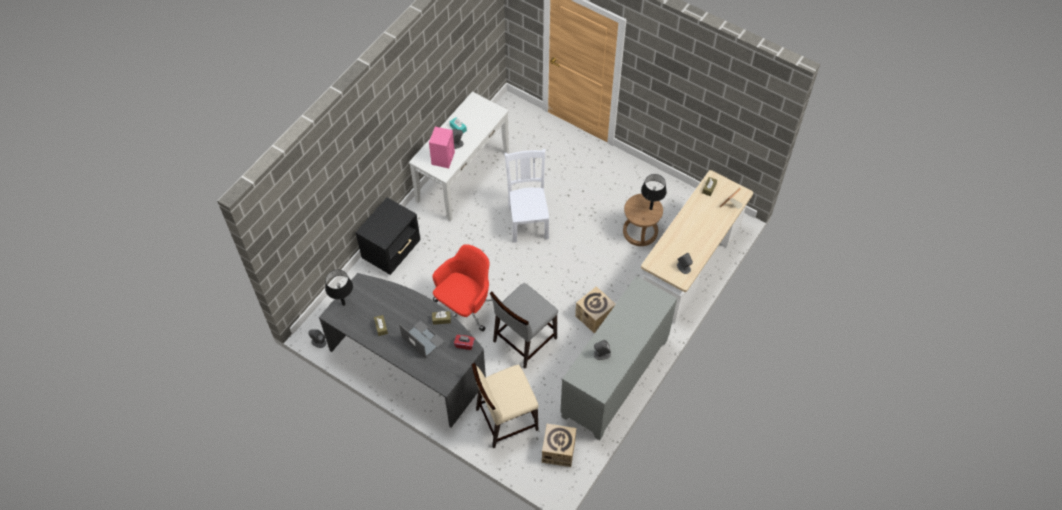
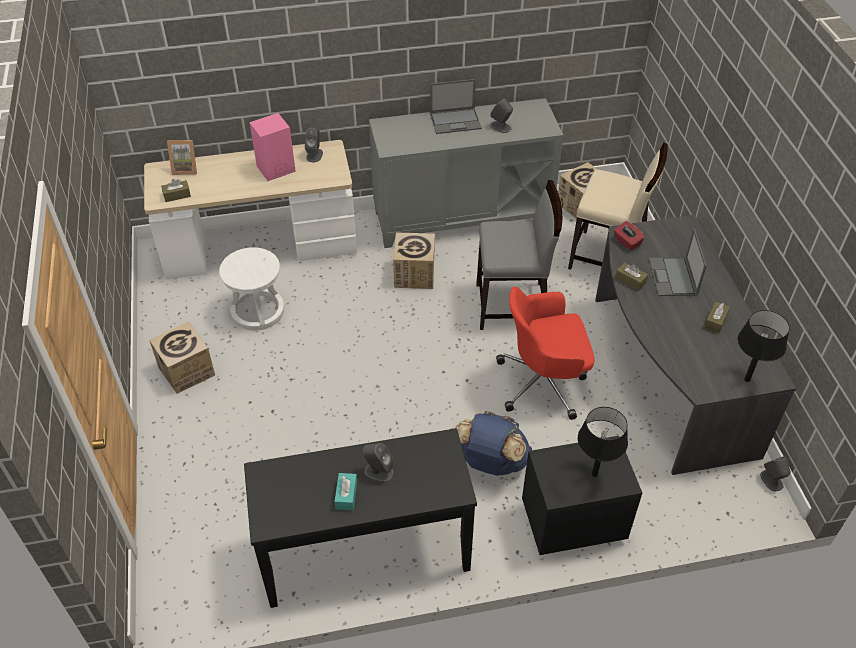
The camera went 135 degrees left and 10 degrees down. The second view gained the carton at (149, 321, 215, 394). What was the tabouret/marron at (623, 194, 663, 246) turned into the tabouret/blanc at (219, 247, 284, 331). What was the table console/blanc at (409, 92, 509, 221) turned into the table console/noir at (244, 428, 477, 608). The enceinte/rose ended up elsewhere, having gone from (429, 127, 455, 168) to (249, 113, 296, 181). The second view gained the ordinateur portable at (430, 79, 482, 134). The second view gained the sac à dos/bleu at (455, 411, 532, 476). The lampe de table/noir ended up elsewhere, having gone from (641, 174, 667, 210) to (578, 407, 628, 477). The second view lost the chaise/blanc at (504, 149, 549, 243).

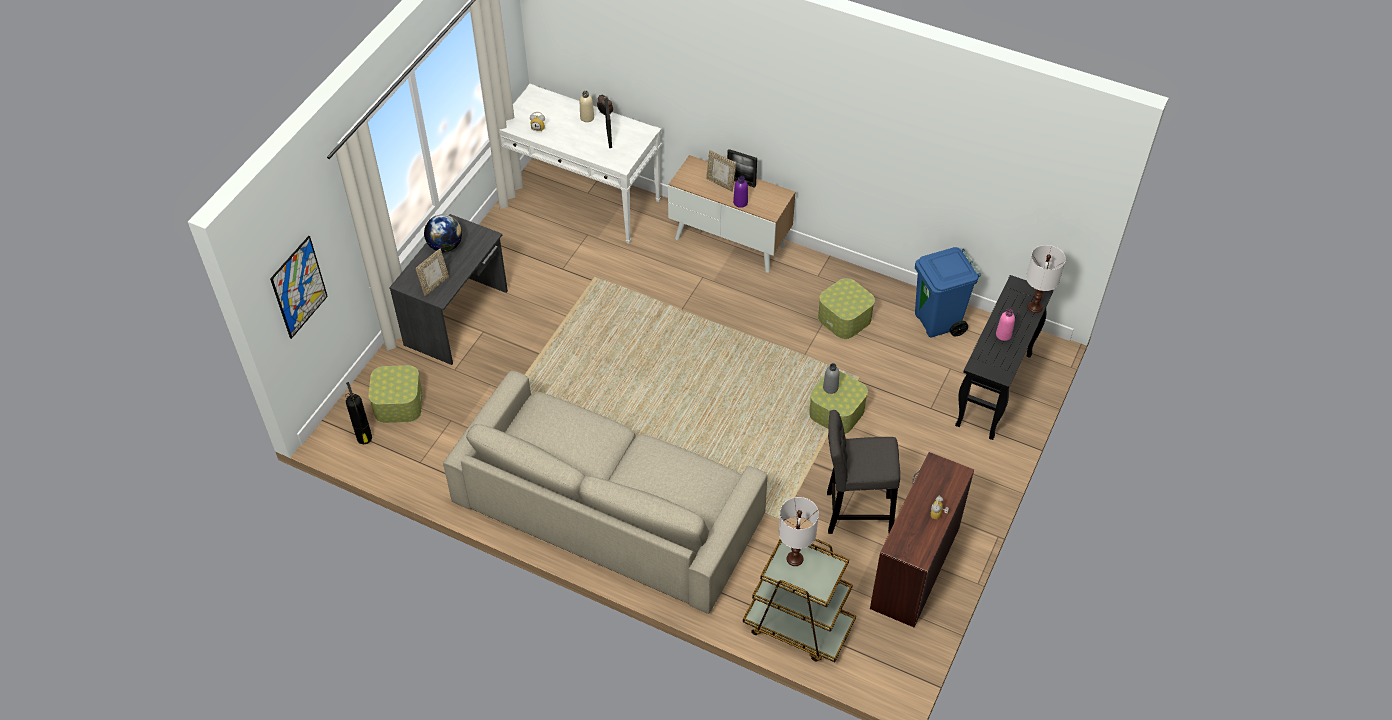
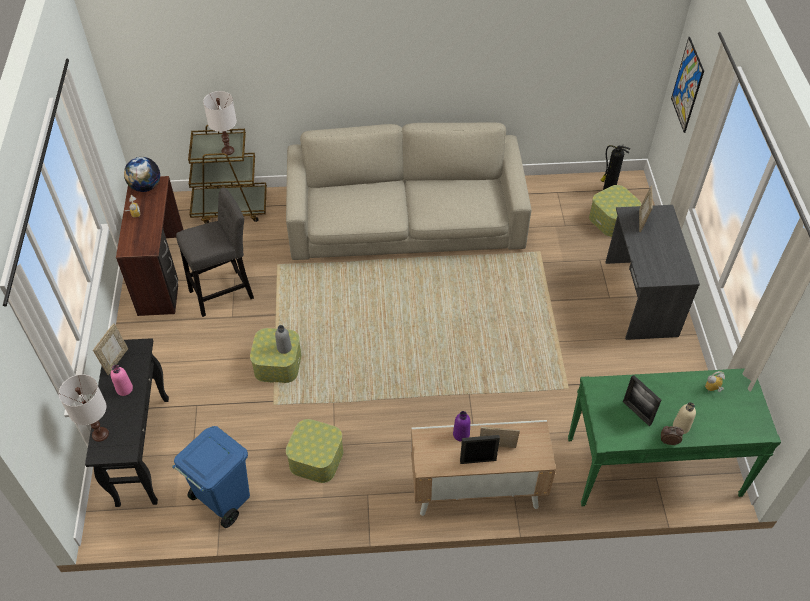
The camera went 150 degrees right and 0 degrees up. The second view gained the cadre photo at (93, 323, 128, 375). The globe ended up elsewhere, having gone from (424, 214, 462, 252) to (124, 157, 160, 192). What was the table console/blanc at (499, 84, 662, 244) turned into the table console/vert at (568, 368, 781, 506).

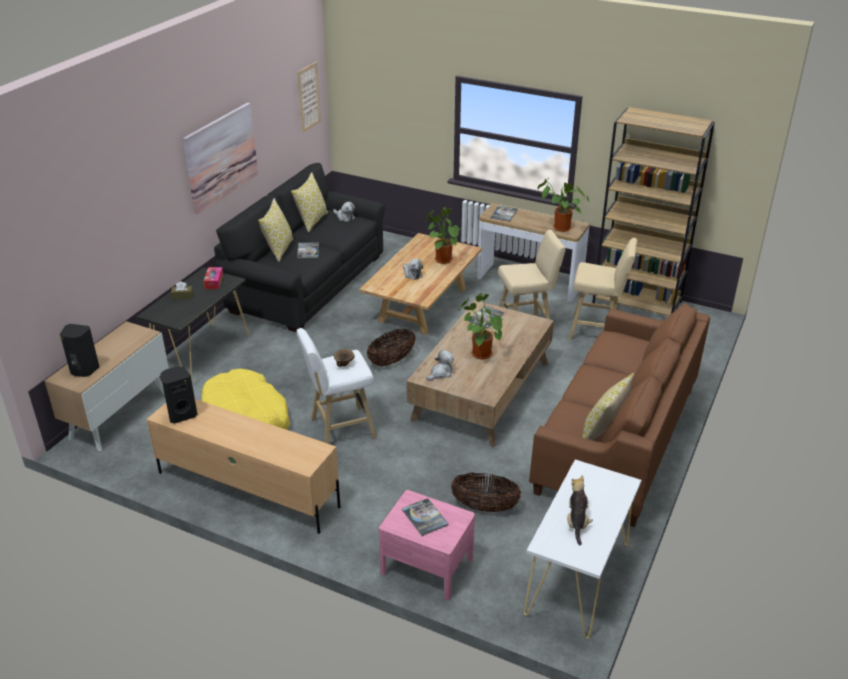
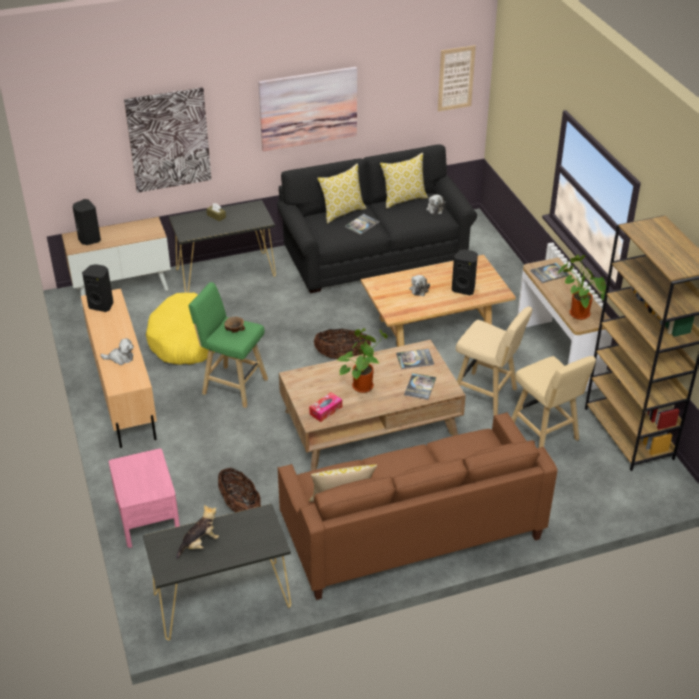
The camera went 45 degrees right and 5 degrees up. The peluche ended up elsewhere, having gone from (426, 350, 454, 381) to (100, 338, 134, 365). The second view gained the tableau at (124, 87, 212, 193). What was the table console/blanc at (524, 459, 641, 639) turned into the table console/noir at (143, 504, 291, 641). What was the tabouret/blanc at (297, 328, 376, 444) turned into the tabouret/vert at (189, 282, 268, 408). The boîte à mouchoirs ended up elsewhere, having gone from (203, 267, 223, 289) to (309, 392, 342, 422). The livre ended up elsewhere, having gone from (402, 498, 449, 536) to (404, 373, 436, 400). Where the plante en pot stood at (424, 207, 460, 264), the enceinte/noir came to stand at (452, 249, 478, 295).

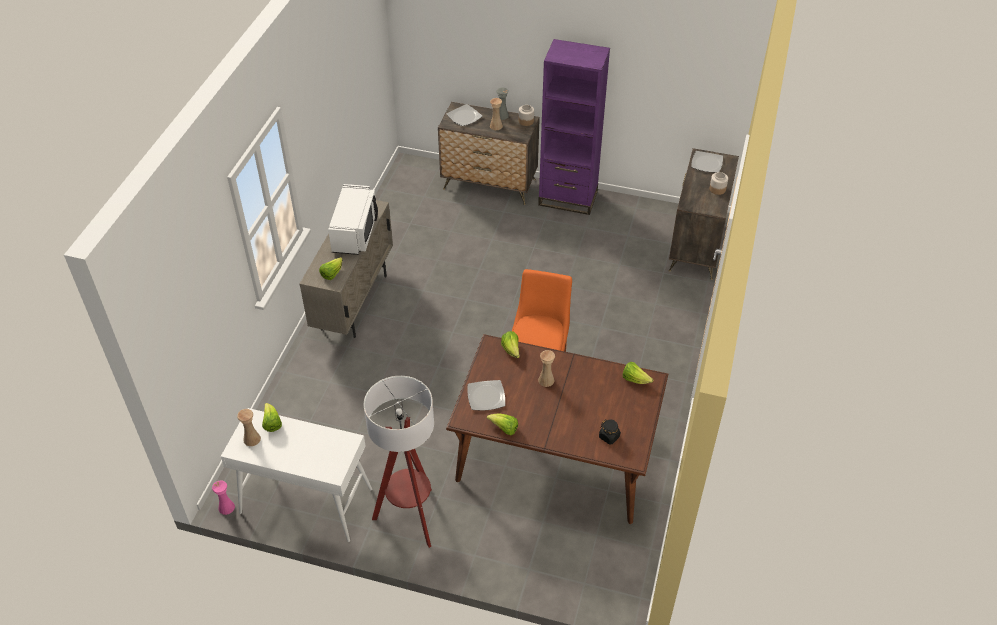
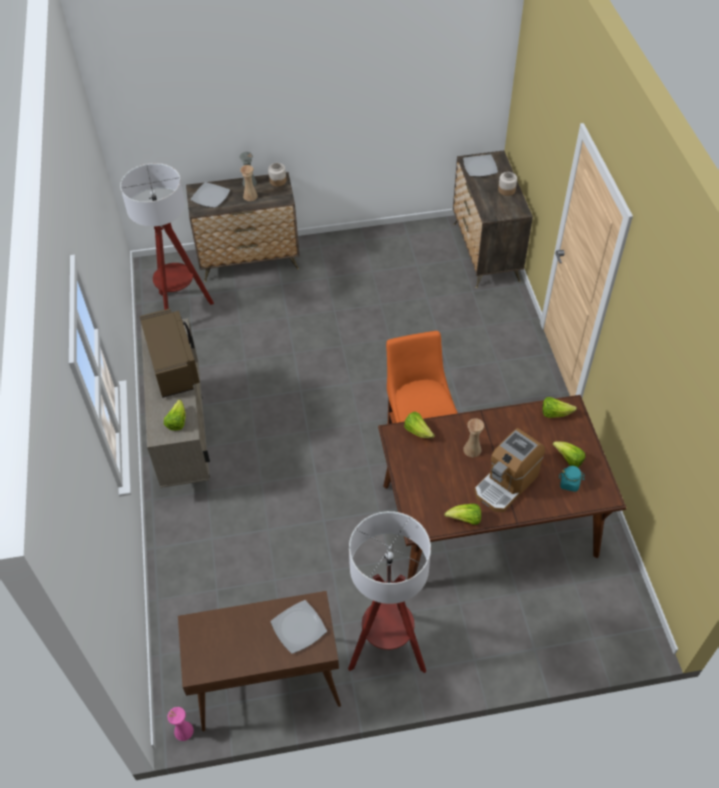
The camera went 25 degrees left and 5 degrees up. The second view gained the lampadaire at (120, 163, 214, 310). What was the micro-ondes/blanc at (328, 184, 378, 255) turned into the micro-ondes/marron at (140, 309, 200, 398). What was the table console/blanc at (221, 408, 372, 542) turned into the table console/marron at (178, 591, 341, 731). The assiette ended up elsewhere, having gone from (468, 380, 505, 411) to (271, 600, 327, 654). The second view gained the machine à café at (475, 428, 545, 512). The laitue ended up elsewhere, having gone from (262, 403, 282, 432) to (552, 441, 585, 467). What was the bocal/noir at (599, 419, 621, 444) turned into the bocal/turquoise at (559, 466, 585, 492). The second view lost the vase/beige at (237, 409, 261, 446). The second view lost the bibliothèque/violet at (538, 39, 610, 215).

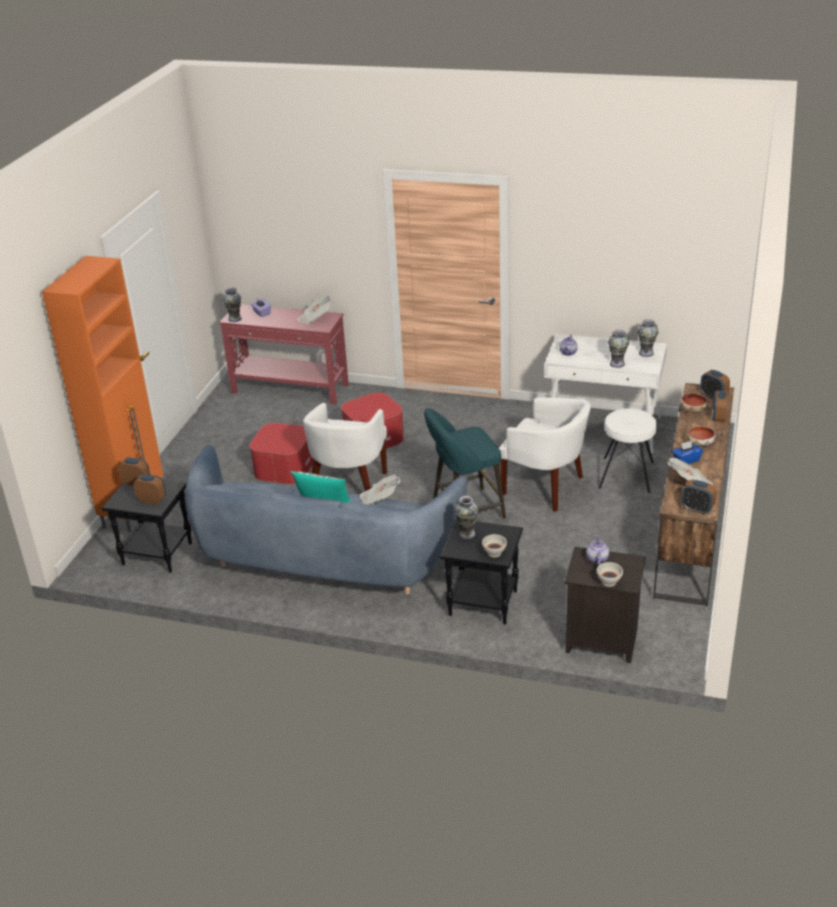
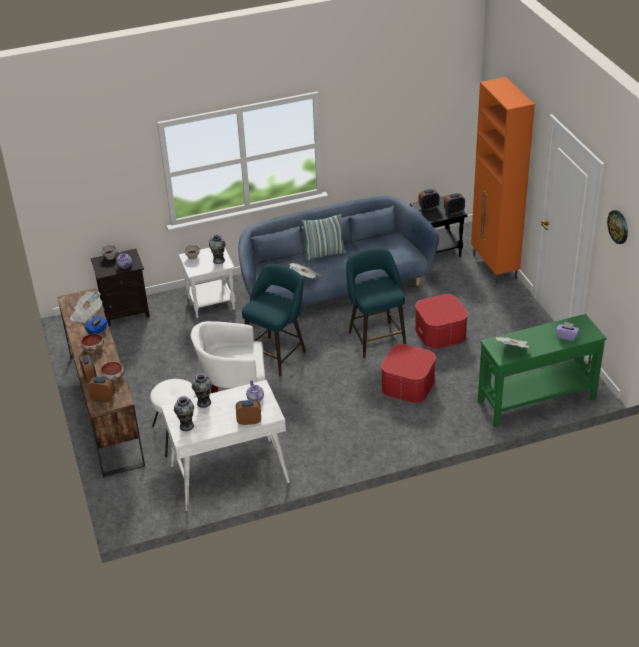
The camera went 145 degrees right and 5 degrees up. What was the table d'appoint/noir at (440, 519, 523, 625) turned into the table d'appoint/blanc at (178, 248, 235, 318). The réveil ended up elsewhere, having gone from (682, 480, 716, 515) to (236, 400, 261, 425). Where the fauteuil/blanc stood at (303, 403, 387, 491), the tabouret/turquoise came to stand at (346, 248, 406, 359). What was the table console/rouge at (219, 304, 349, 405) turned into the table console/vert at (478, 314, 607, 427). The second view gained the horloge murale at (607, 210, 628, 244). The second view lost the vase at (223, 287, 242, 322).

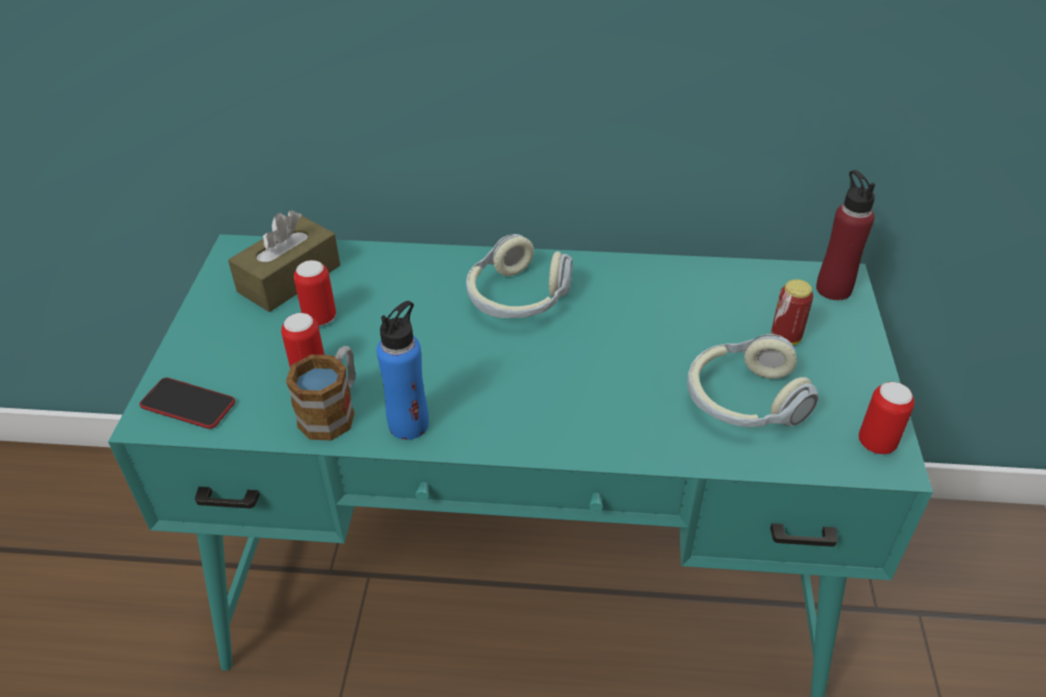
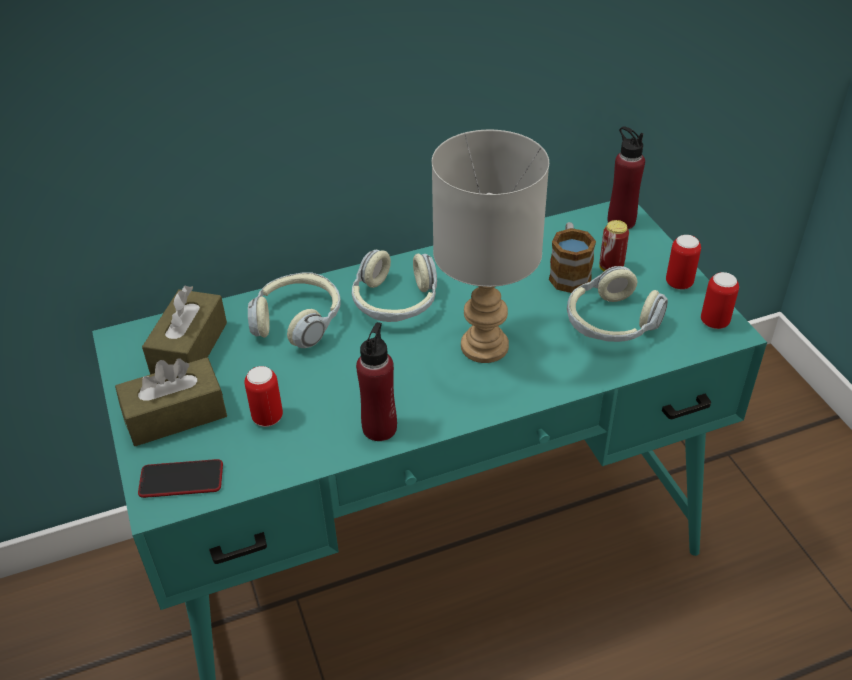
The camera went 25 degrees left and 0 degrees up. The second view gained the boîte à mouchoirs/marron at (115, 358, 227, 446). The second view gained the casque audio at (248, 272, 340, 348). What was the bouteille/bleu at (377, 301, 429, 440) turned into the bouteille/rouge at (356, 322, 397, 441). The second view gained the lampe de table/gris at (432, 130, 549, 363). The mug ended up elsewhere, having gone from (286, 346, 356, 441) to (549, 222, 596, 293). The boîte métallique ended up elsewhere, having gone from (294, 260, 336, 326) to (666, 235, 701, 290).

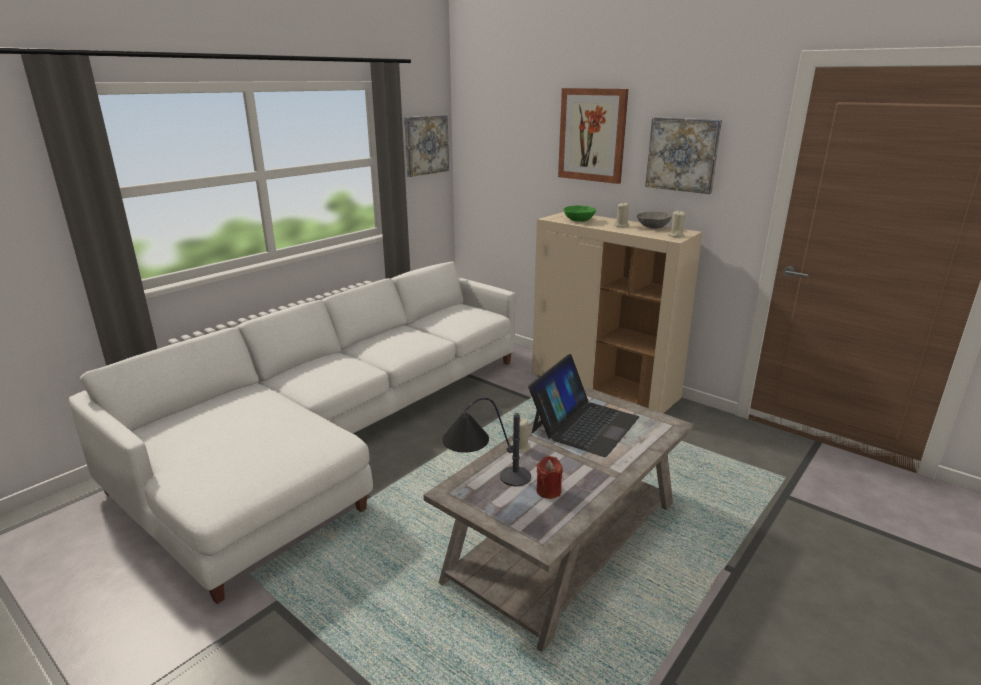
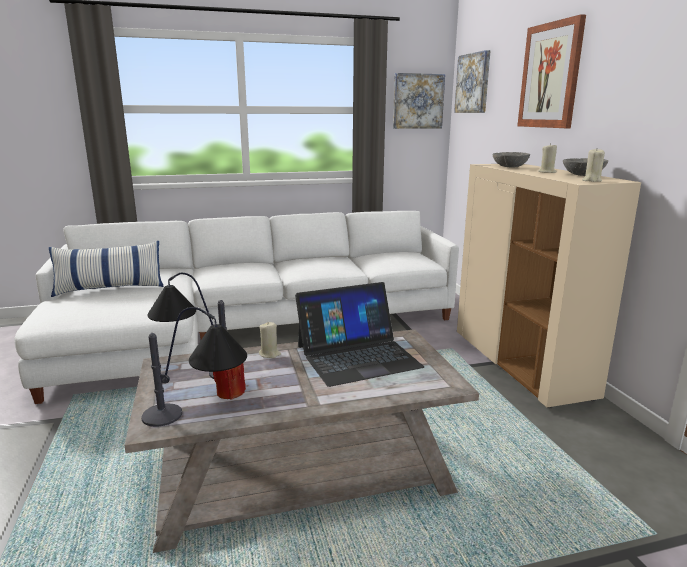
The camera went 35 degrees right and 5 degrees down. The second view gained the coussin at (49, 241, 164, 297). The second view gained the lampe de table at (142, 307, 247, 427). The tableau ended up elsewhere, having gone from (645, 117, 722, 194) to (454, 50, 491, 113). What was the bol/vert at (564, 205, 596, 222) turned into the bol/gris at (492, 152, 530, 168).

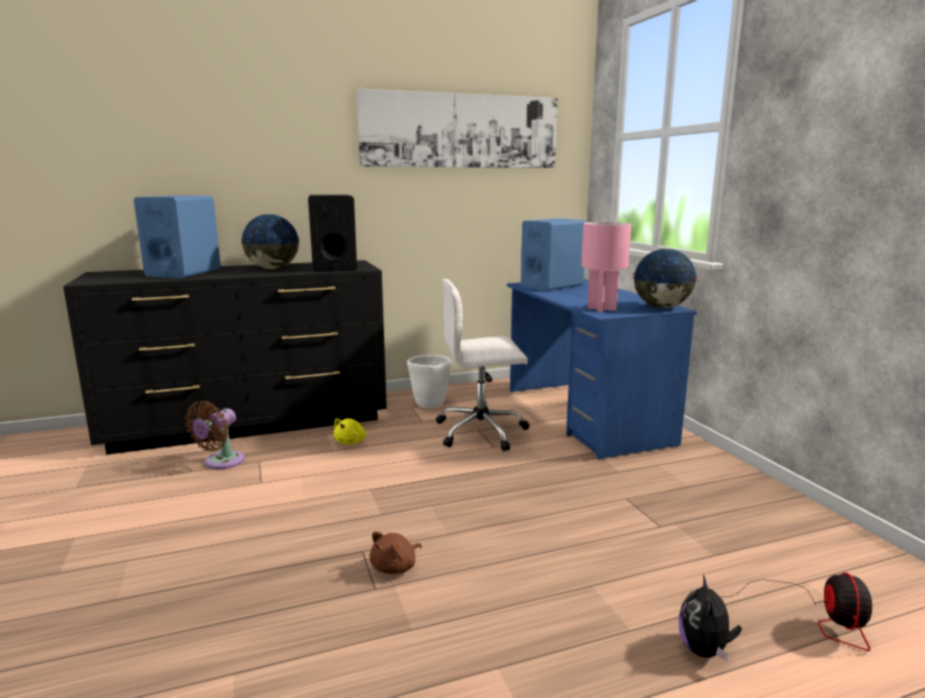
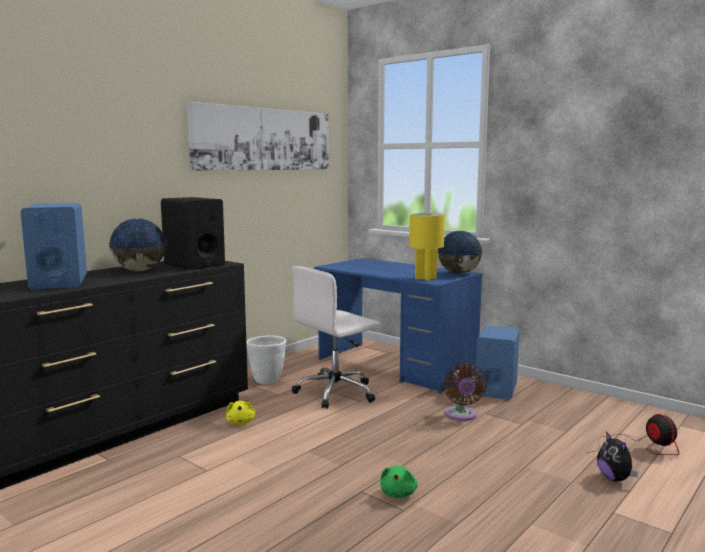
The camera went 30 degrees left and 5 degrees down. What was the peluche/marron at (369, 531, 422, 574) turned into the peluche/vert at (380, 466, 418, 498). What was the lampe de table/rose at (581, 222, 631, 312) turned into the lampe de table/jaune at (409, 213, 445, 281). The ventilateur/marron ended up elsewhere, having gone from (185, 401, 245, 470) to (444, 363, 487, 421). The enceinte/bleu ended up elsewhere, having gone from (521, 219, 586, 291) to (476, 325, 519, 400).

